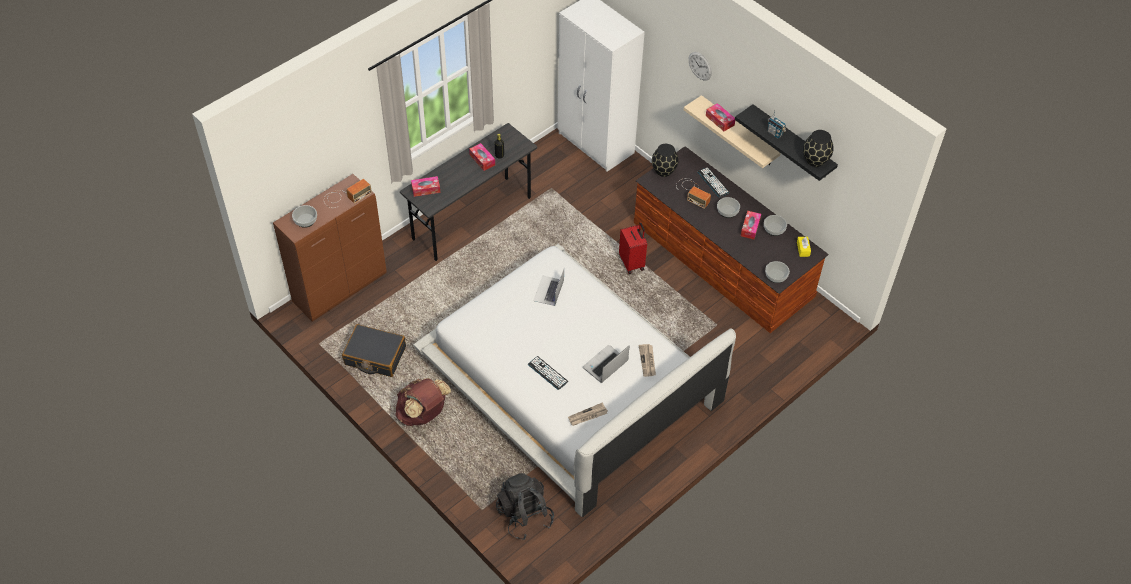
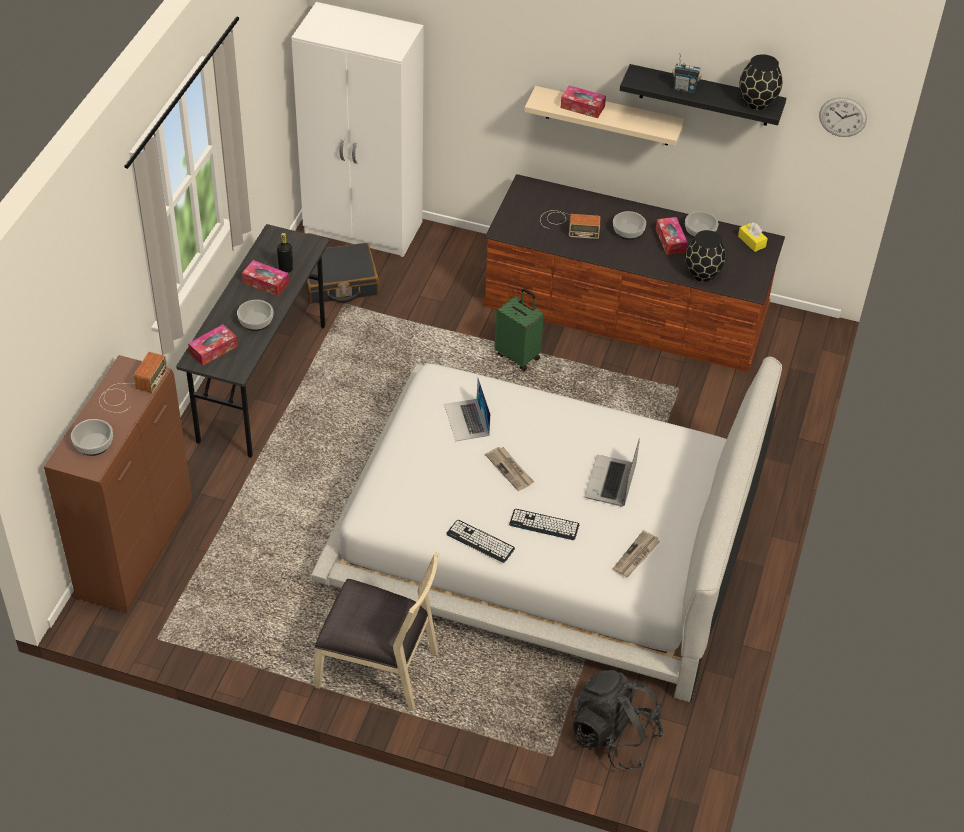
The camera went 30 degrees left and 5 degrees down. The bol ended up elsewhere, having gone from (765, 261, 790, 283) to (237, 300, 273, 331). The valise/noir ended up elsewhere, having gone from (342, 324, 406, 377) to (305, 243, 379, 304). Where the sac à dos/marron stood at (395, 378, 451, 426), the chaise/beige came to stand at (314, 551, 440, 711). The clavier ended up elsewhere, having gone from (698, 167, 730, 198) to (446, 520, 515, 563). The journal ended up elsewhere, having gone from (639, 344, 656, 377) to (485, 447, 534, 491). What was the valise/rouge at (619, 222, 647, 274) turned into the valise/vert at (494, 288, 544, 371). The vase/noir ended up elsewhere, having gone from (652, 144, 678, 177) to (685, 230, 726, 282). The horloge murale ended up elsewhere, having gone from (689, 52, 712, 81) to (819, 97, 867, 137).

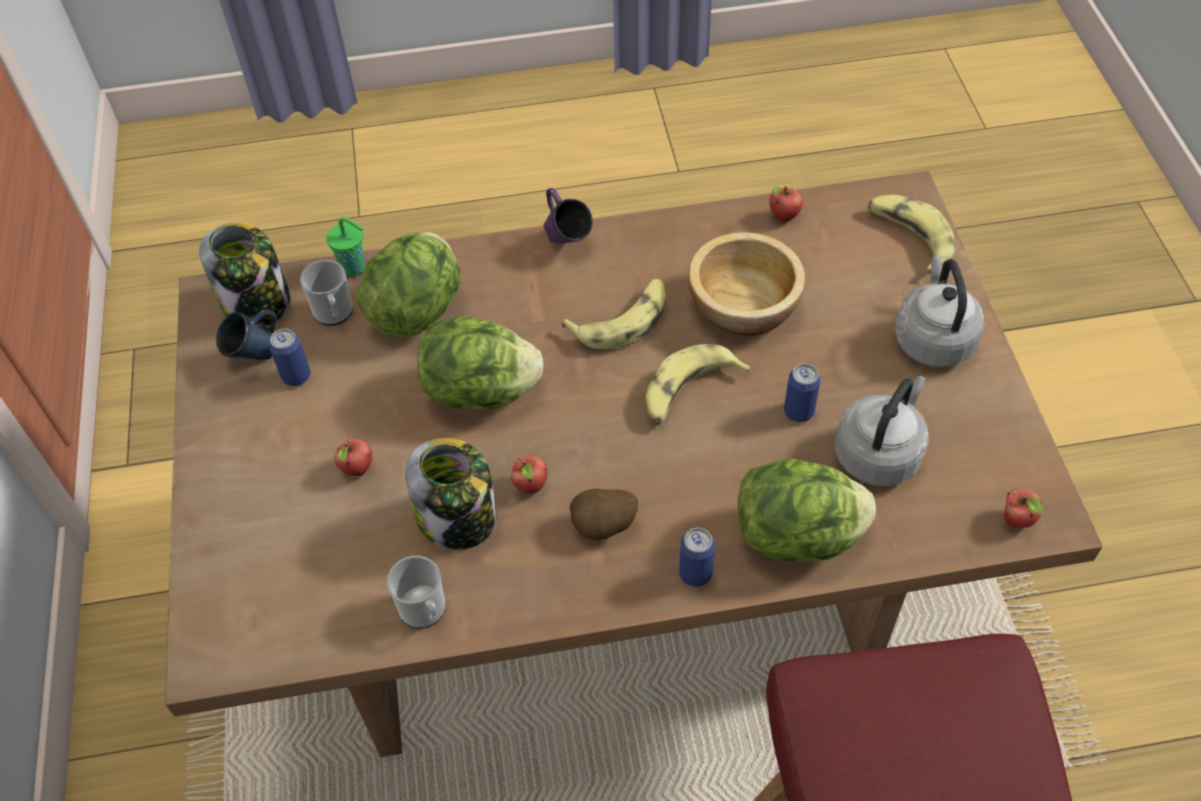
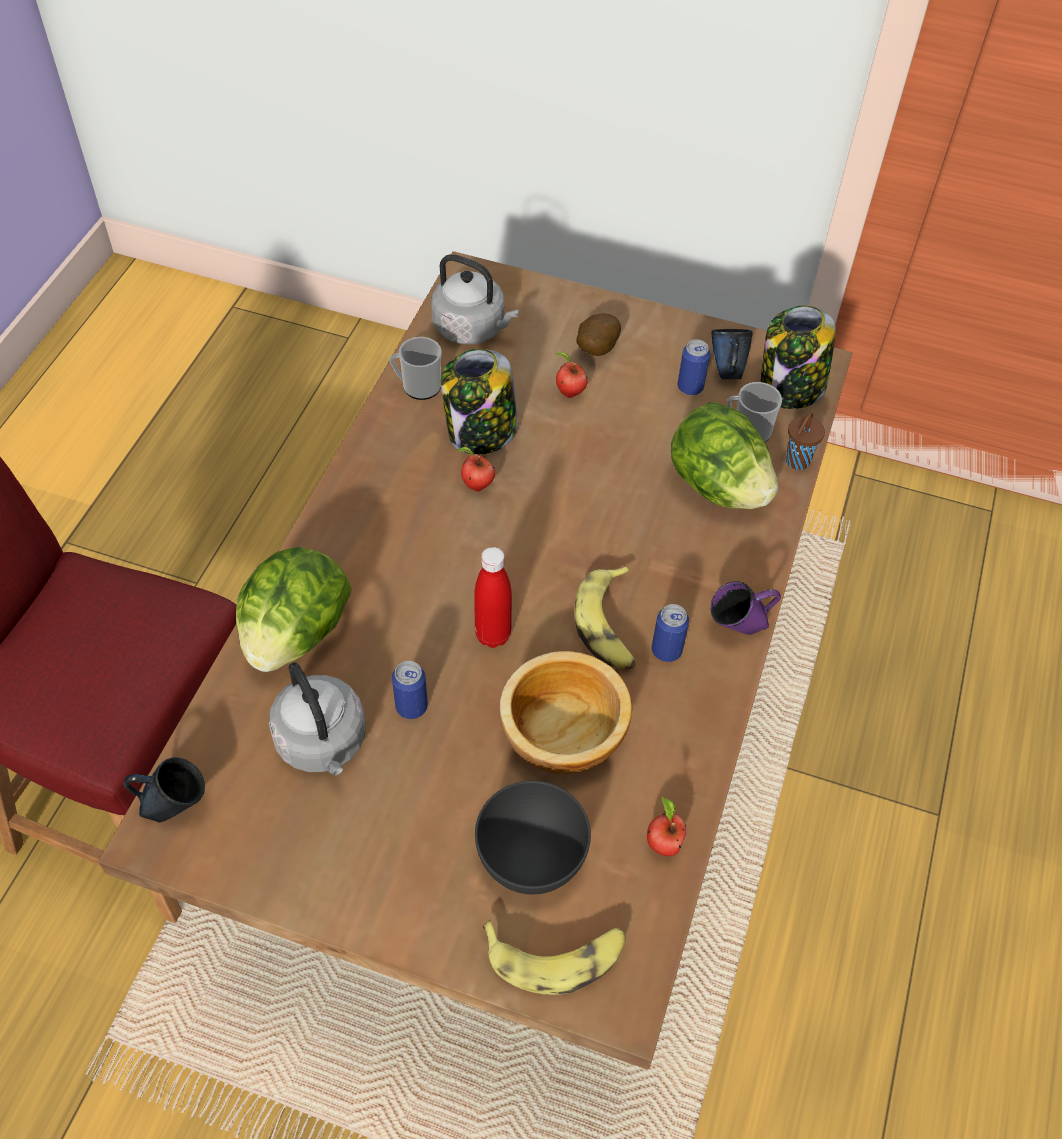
The camera went 115 degrees right and 0 degrees up. Where the pomme stood at (1004, 489, 1043, 528), the mug/bleu came to stand at (123, 757, 205, 823). The bouilloire/gris ended up elsewhere, having gone from (895, 256, 985, 367) to (431, 254, 519, 344). Where the banane stood at (645, 344, 751, 425), the bouteille/rouge came to stand at (474, 547, 512, 648). The second view gained the bol/gris at (475, 781, 591, 894). The pomme de terre ended up elsewhere, having gone from (570, 489, 638, 540) to (576, 313, 621, 356). The boîte métallique ended up elsewhere, having gone from (679, 528, 715, 587) to (652, 604, 689, 662). What was the tasse/vert at (326, 217, 365, 277) turned into the tasse/marron at (786, 413, 825, 470). The second view lost the laitue at (417, 316, 544, 410).

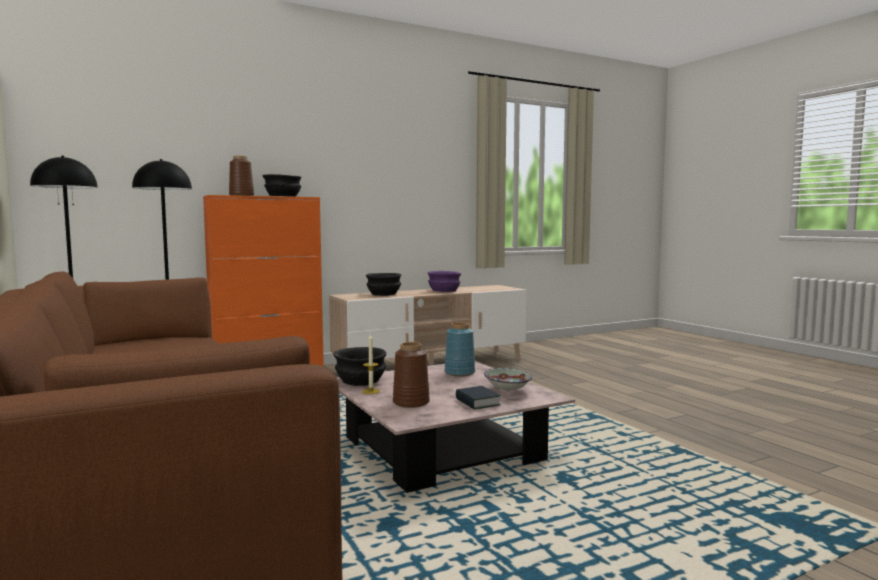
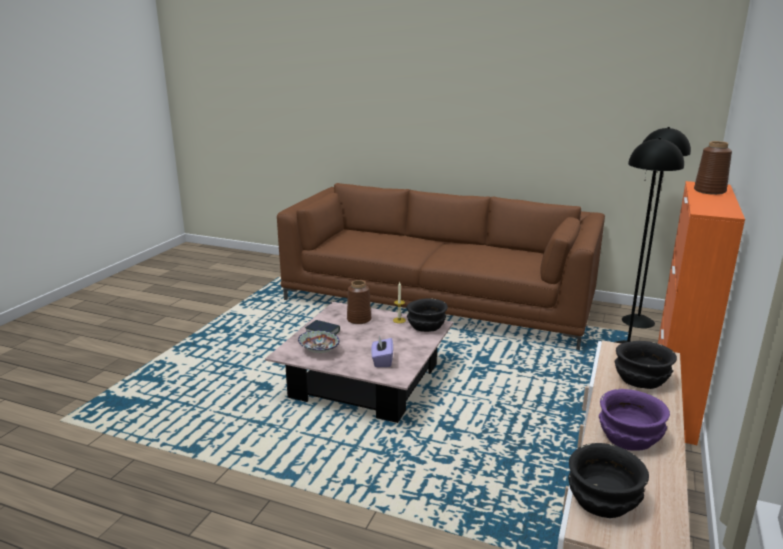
The camera went 140 degrees right and 15 degrees up. Where the vase/bleu stood at (445, 322, 475, 377), the boîte à mouchoirs/violet came to stand at (371, 335, 393, 367). The bol/noir ended up elsewhere, having gone from (263, 174, 301, 197) to (568, 443, 649, 518).

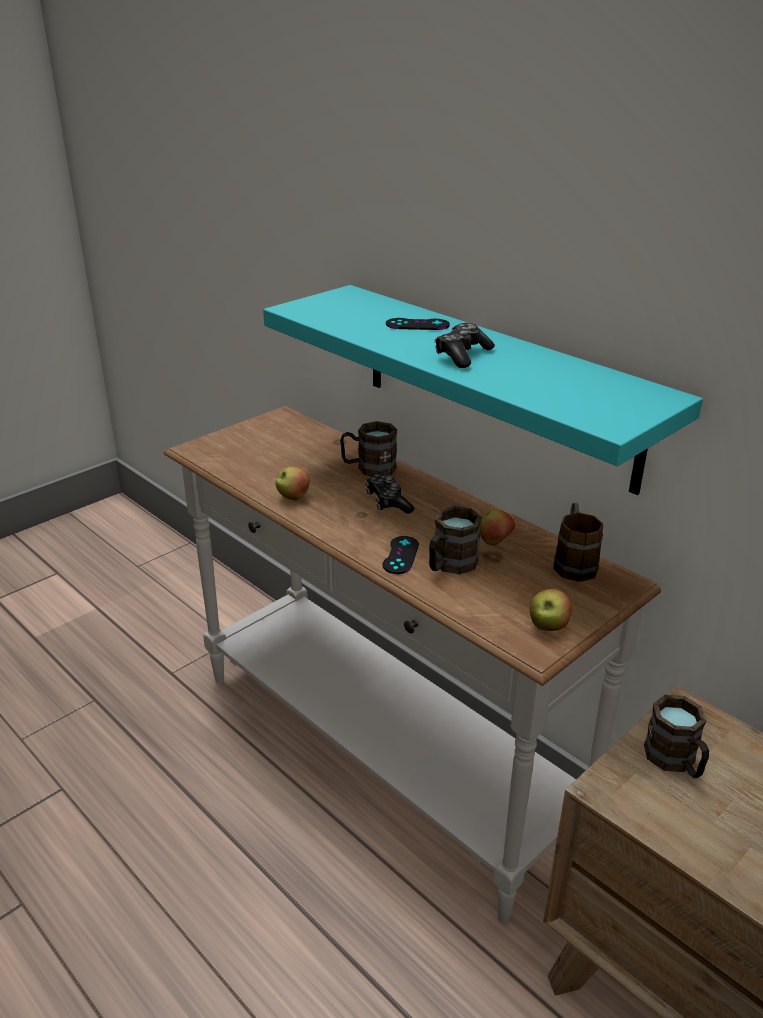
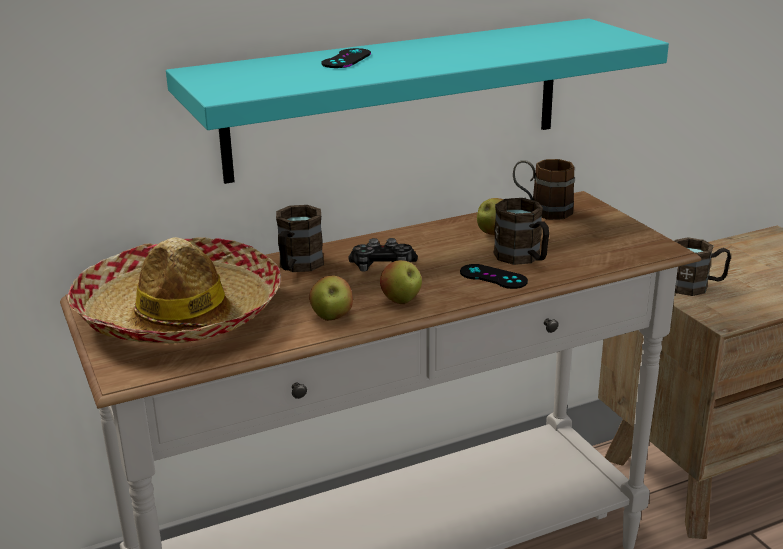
The camera went 70 degrees left and 5 degrees down. The second view gained the chapeau at (68, 237, 281, 344). The pomme ended up elsewhere, having gone from (530, 589, 572, 631) to (380, 260, 422, 304). The second view lost the manette at (435, 323, 495, 368).

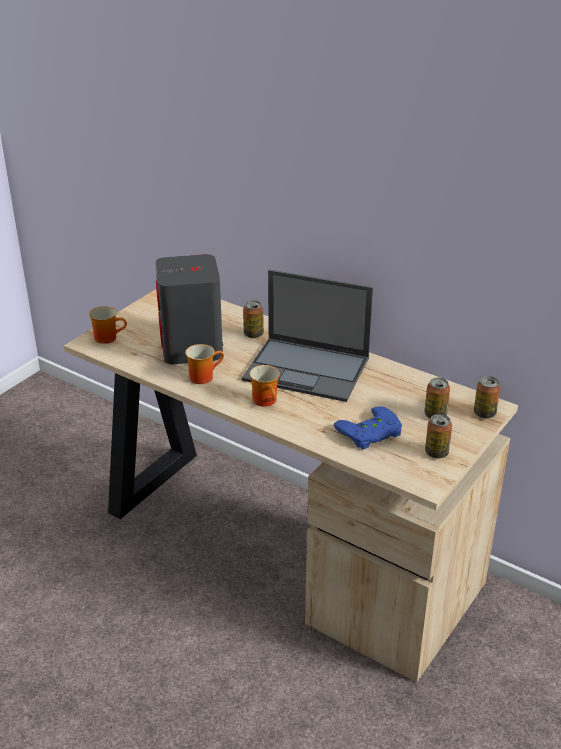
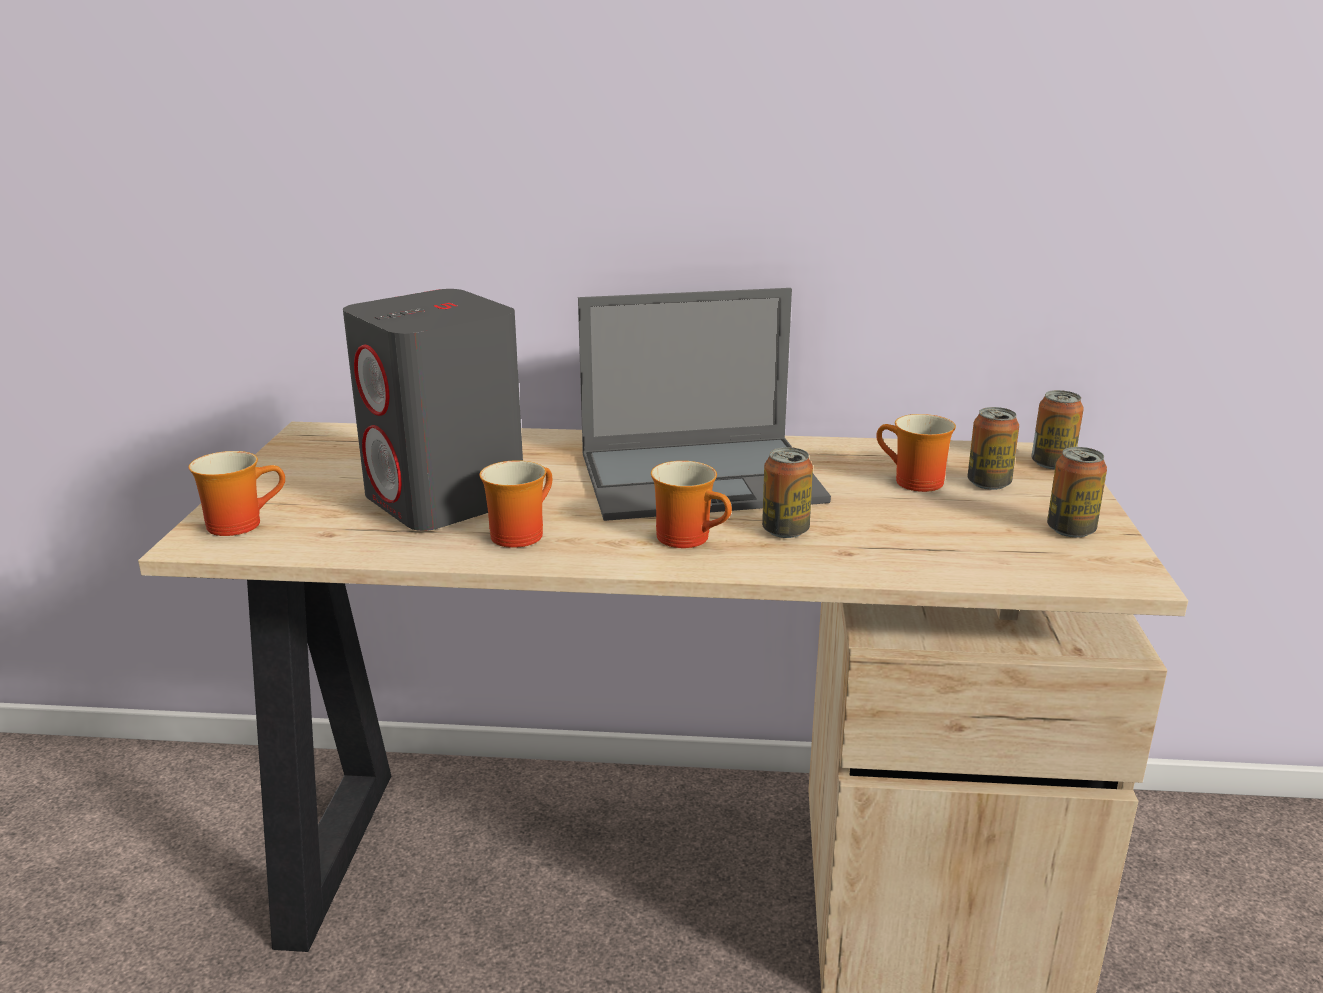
The camera went 30 degrees left and 10 degrees down. The boîte métallique ended up elsewhere, having gone from (243, 300, 264, 338) to (762, 447, 813, 538). The second view gained the mug at (876, 414, 956, 492). The second view lost the manette/bleu at (334, 406, 402, 450).

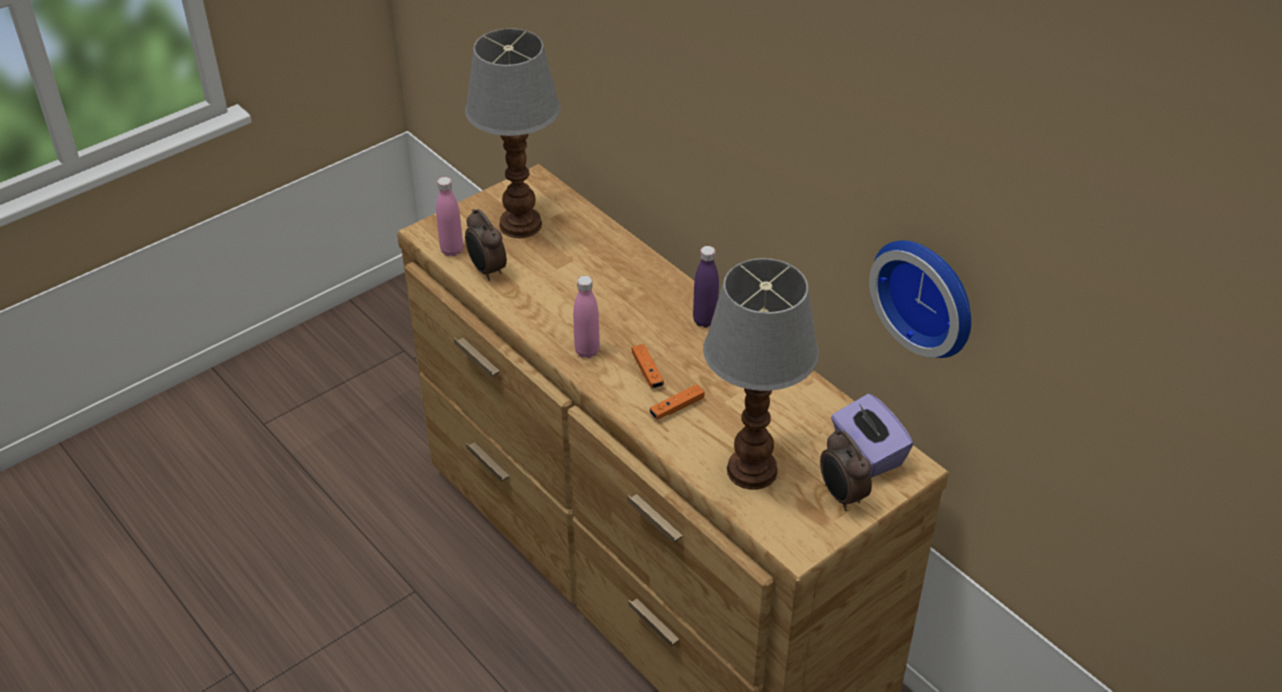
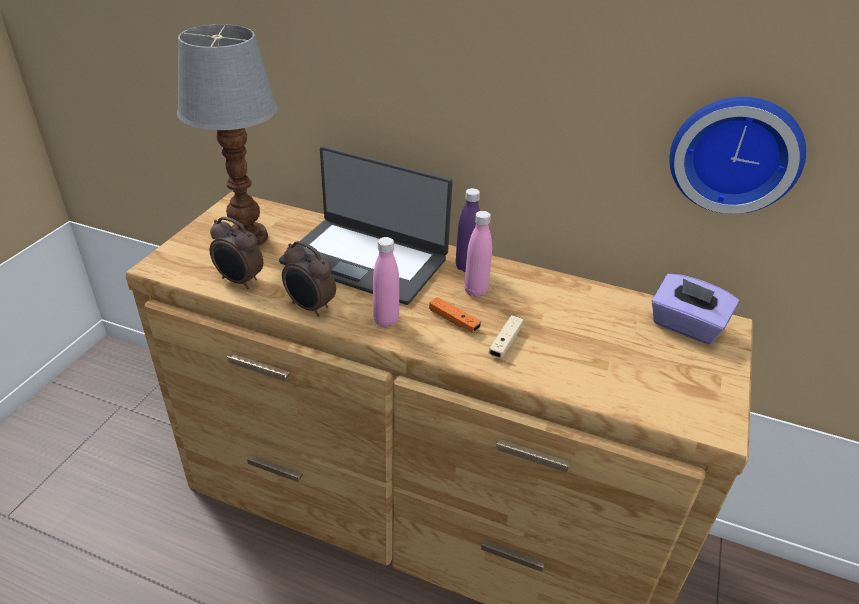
The camera went 30 degrees left and 5 degrees down. The second view gained the ordinateur portable at (279, 146, 453, 305). The réveil ended up elsewhere, having gone from (820, 429, 872, 511) to (282, 241, 336, 317). The bouteille/rose ended up elsewhere, having gone from (436, 177, 463, 256) to (464, 211, 492, 297). What was the manette/orange at (650, 384, 704, 420) turned into the manette/beige at (489, 315, 523, 358). The second view lost the lampe de table at (703, 258, 819, 490).

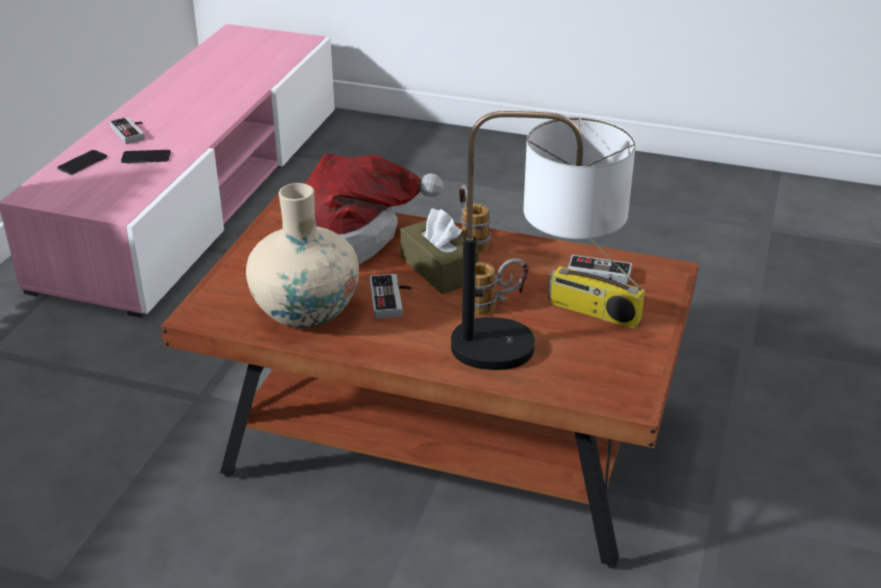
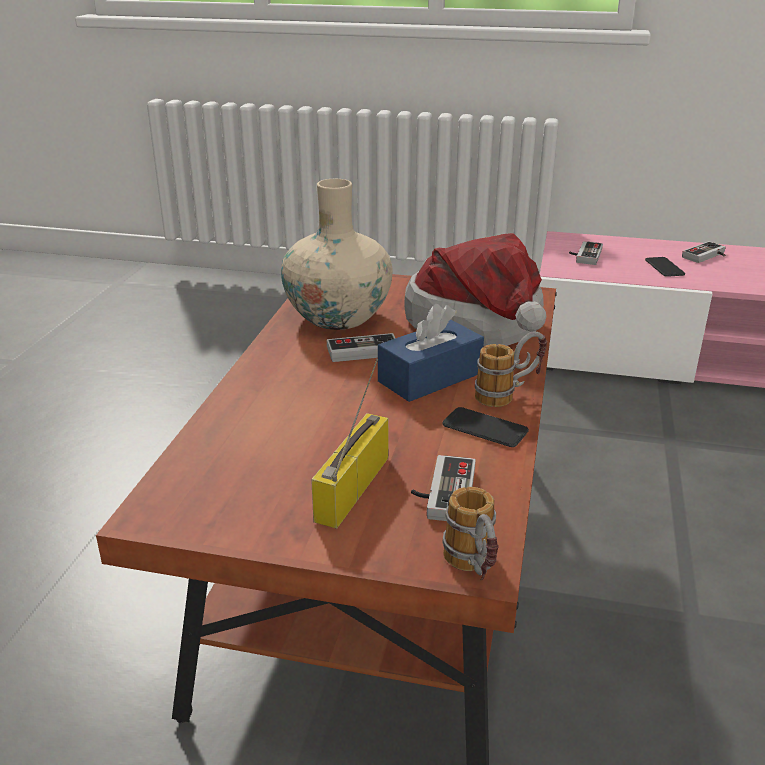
The camera went 85 degrees right and 5 degrees down. What was the boîte à mouchoirs/marron at (400, 209, 479, 294) turned into the boîte à mouchoirs/bleu at (378, 304, 484, 402). The téléphone ended up elsewhere, having gone from (57, 150, 107, 175) to (443, 407, 529, 447). The mug ended up elsewhere, having gone from (475, 258, 528, 315) to (443, 487, 499, 581). The second view gained the manette at (569, 241, 603, 265). The second view lost the lampe de table at (451, 111, 636, 370).

